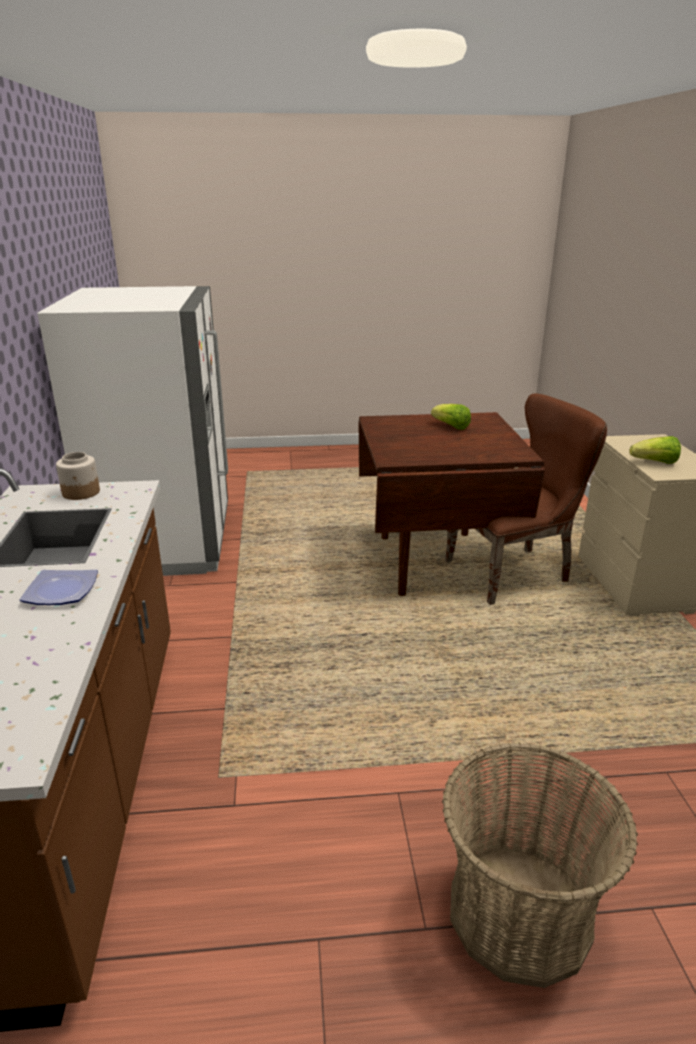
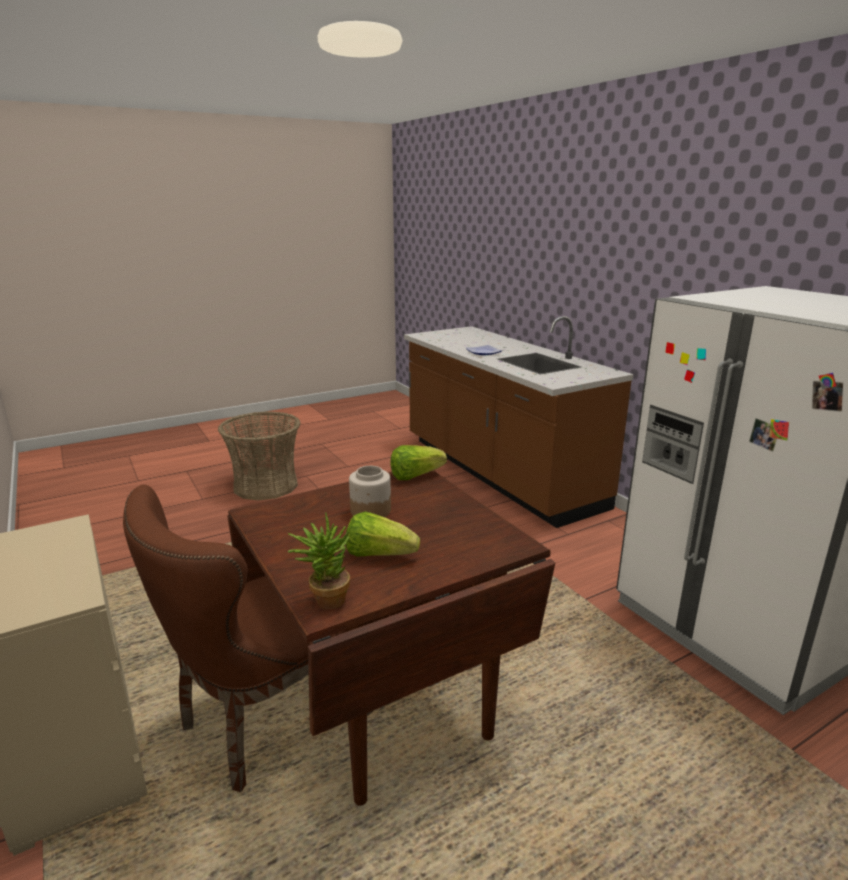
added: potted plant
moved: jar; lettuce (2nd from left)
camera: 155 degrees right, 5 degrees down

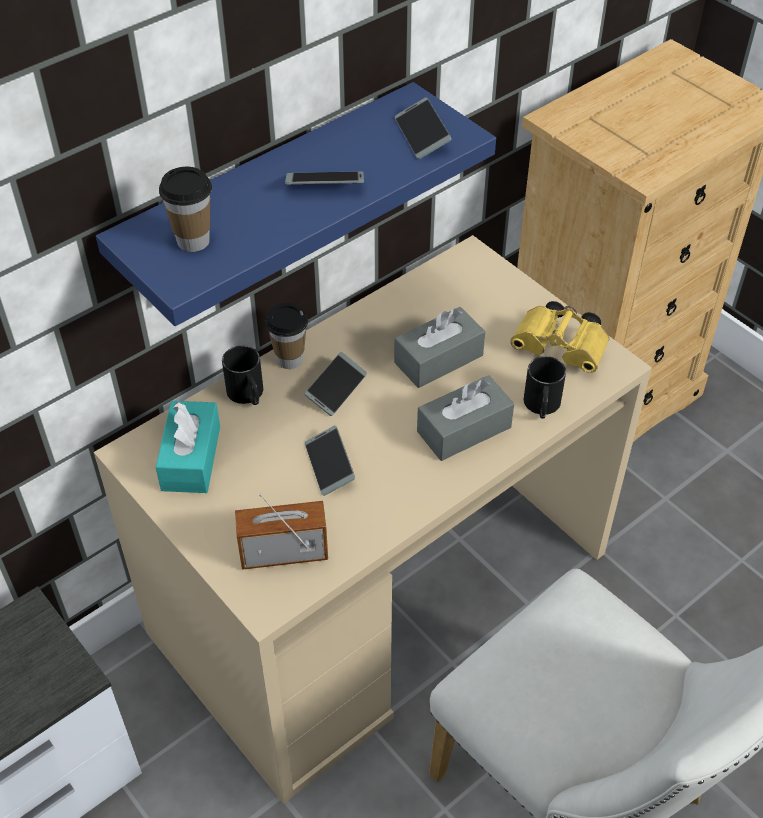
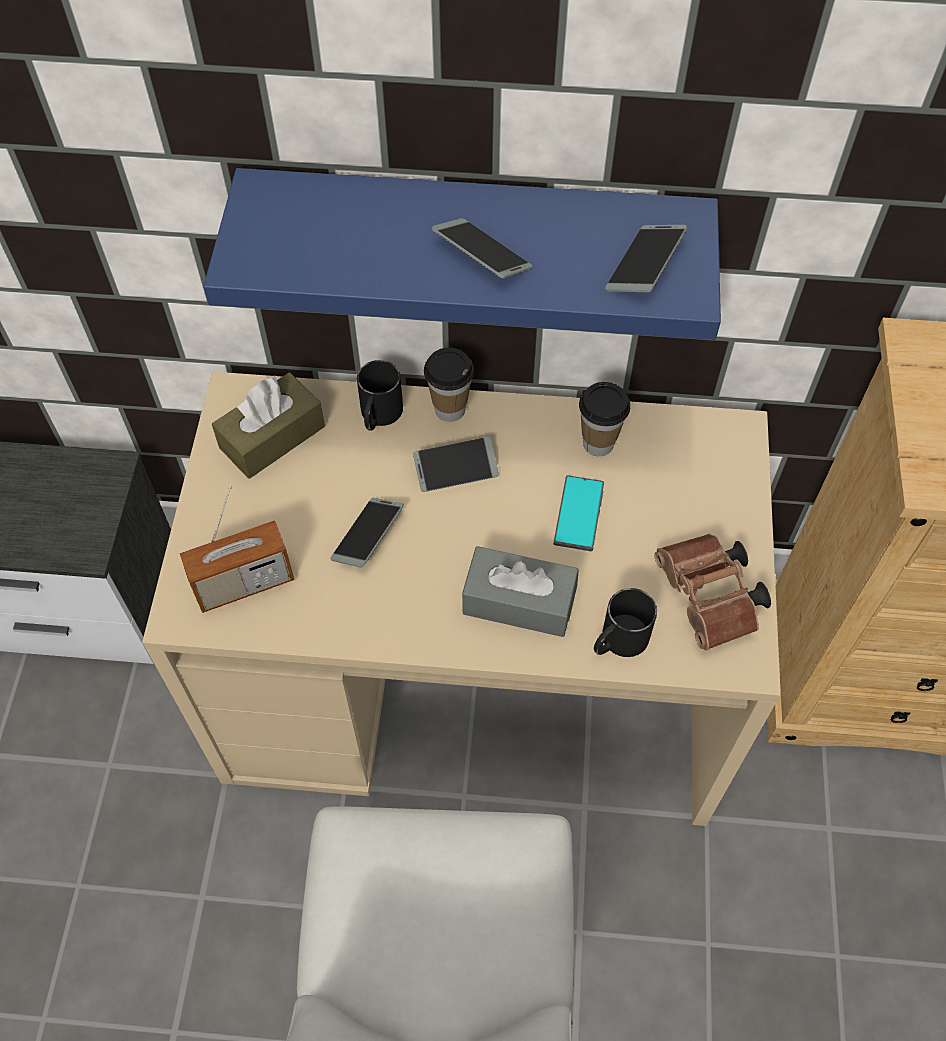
moved: cup (1st from left in the first image) to cup (2nd from left)
replaced: grey tissue box (1st from left) to phone (4th from left)
recoloured: turquoise tissue box to brown tissue box; yellow binoculars to brown binoculars
turned: radio 120 degrees clockwise
camera: 45 degrees right, 10 degrees up

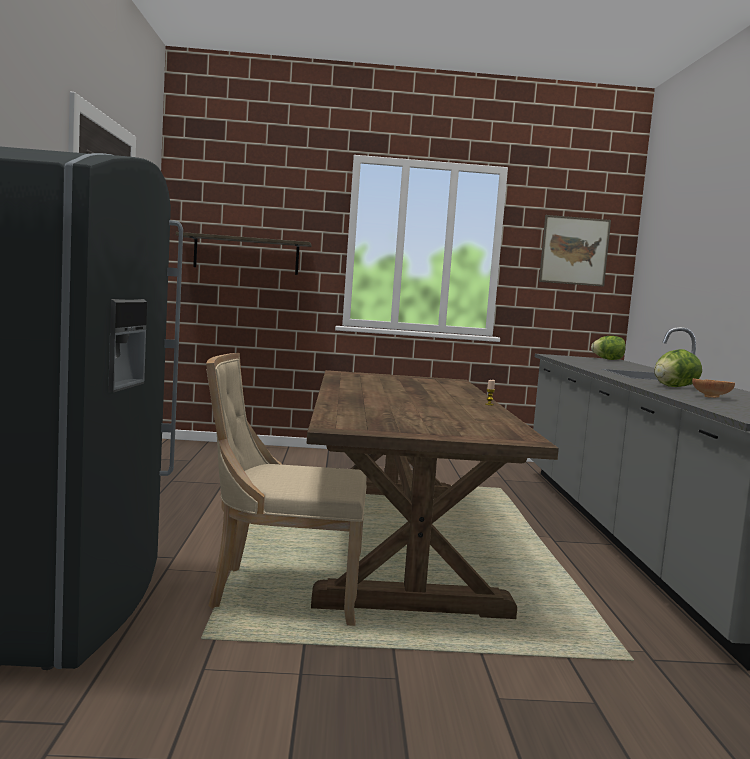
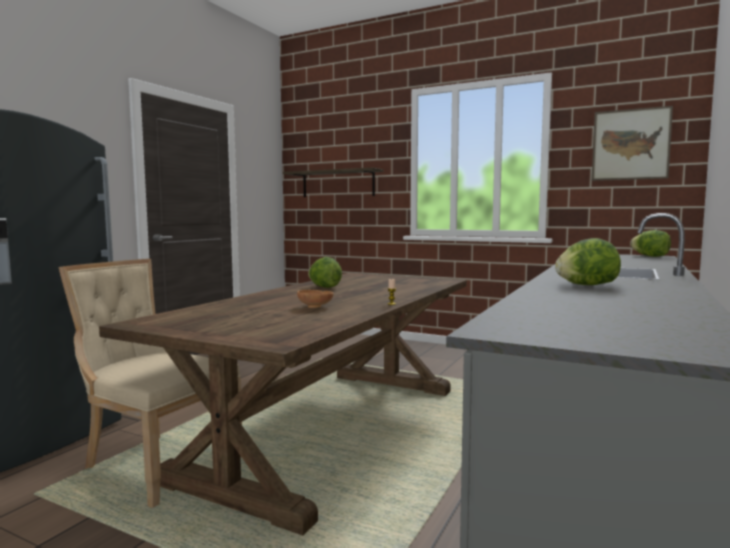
added: lettuce (1st from left)
moved: brown bowl
camera: 30 degrees right, 0 degrees up

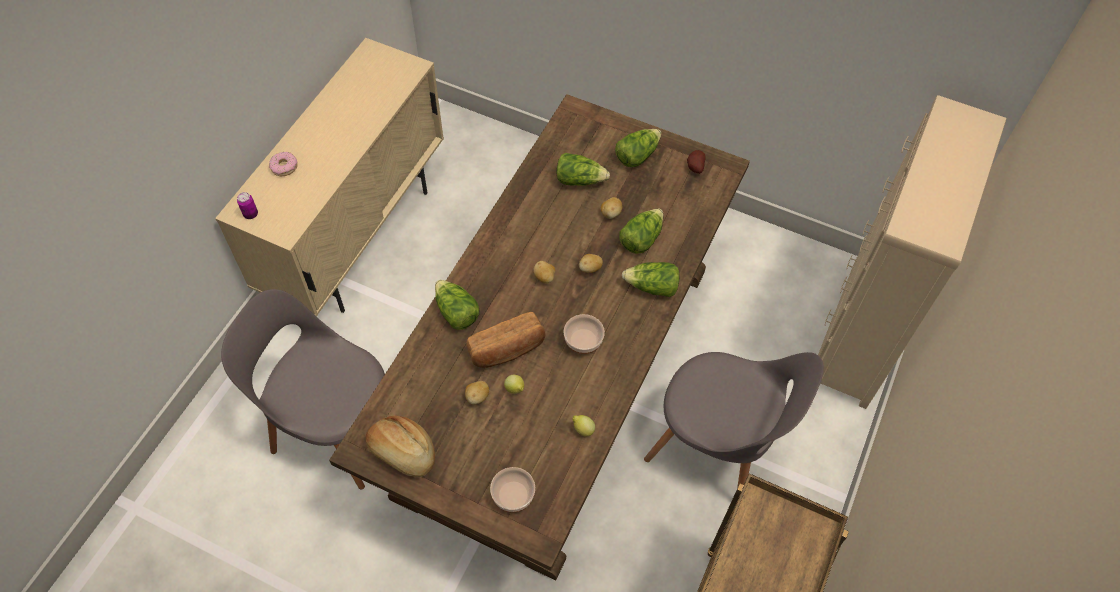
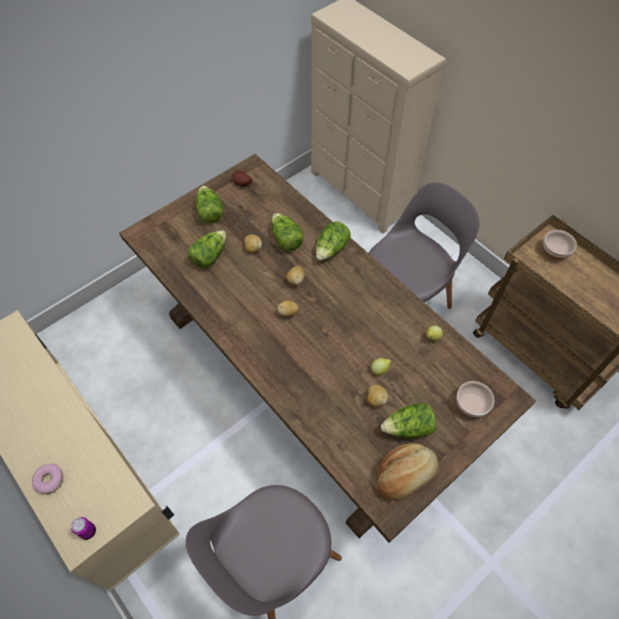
removed: bread (2nd from left)
moved: lettuce (1st from left in the first image) to lettuce (5th from left); bowl (2nd from left)
camera: 65 degrees left, 0 degrees up

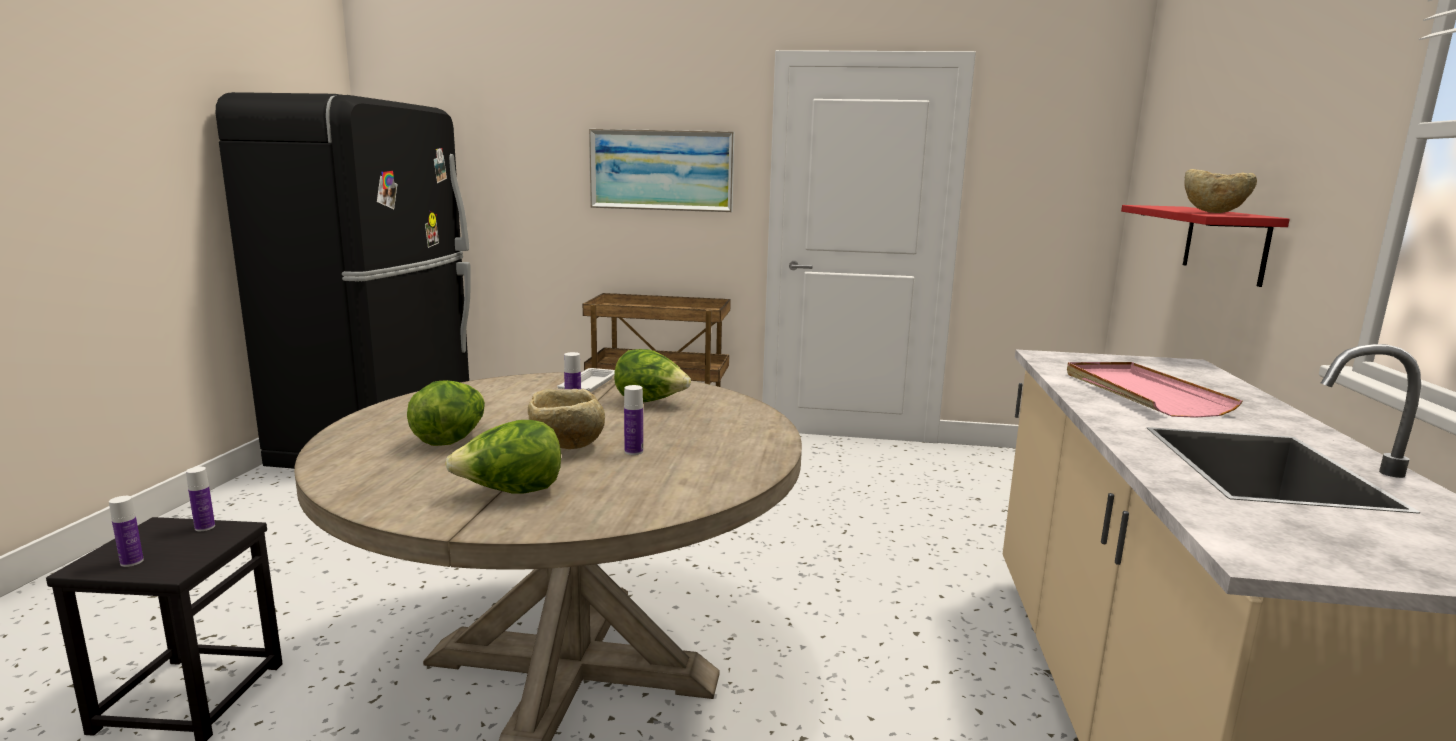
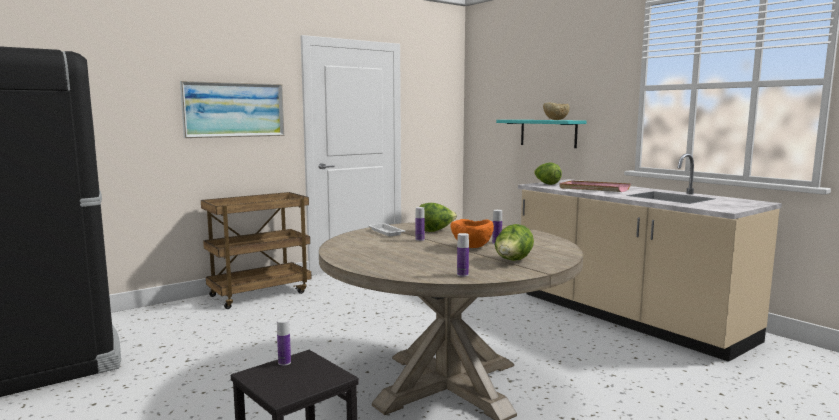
moved: bottle (1st from left in the first image) to bottle (3rd from left); lettuce (1st from left in the first image) to lettuce (3rd from left)
recoloured: beige bowl (1st from left) to orange bowl; red shelf to turquoise shelf
camera: 45 degrees left, 5 degrees down

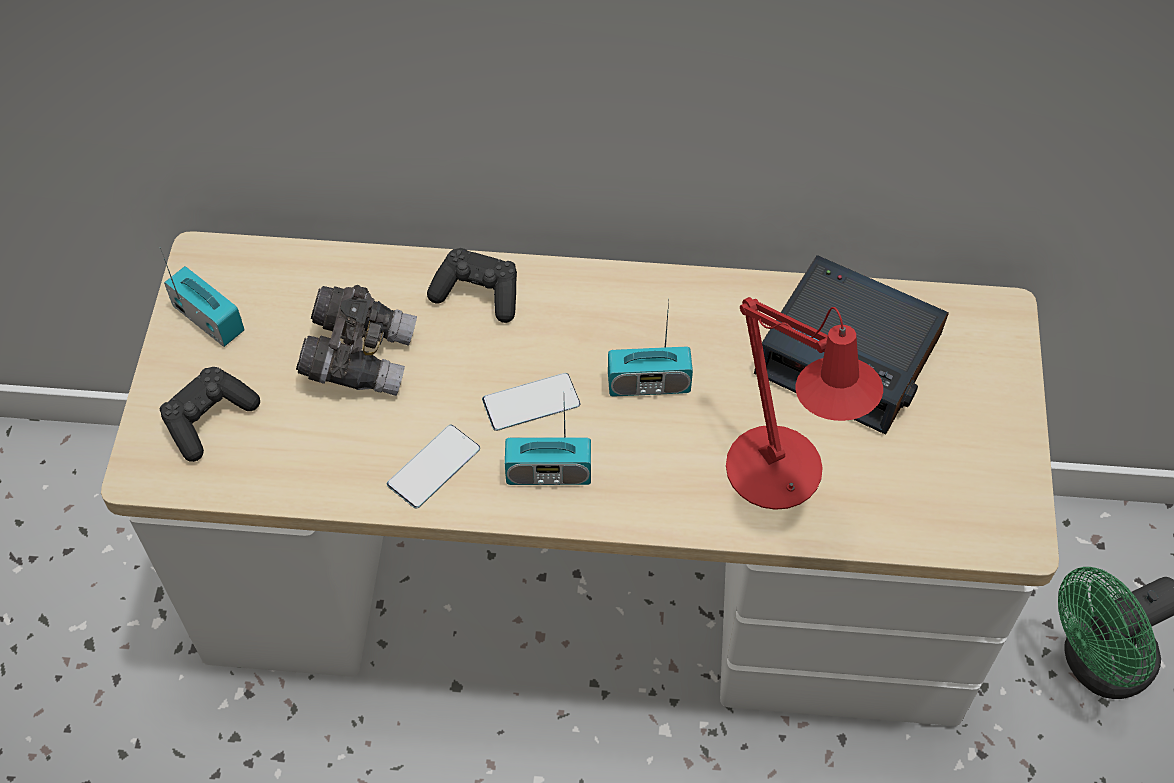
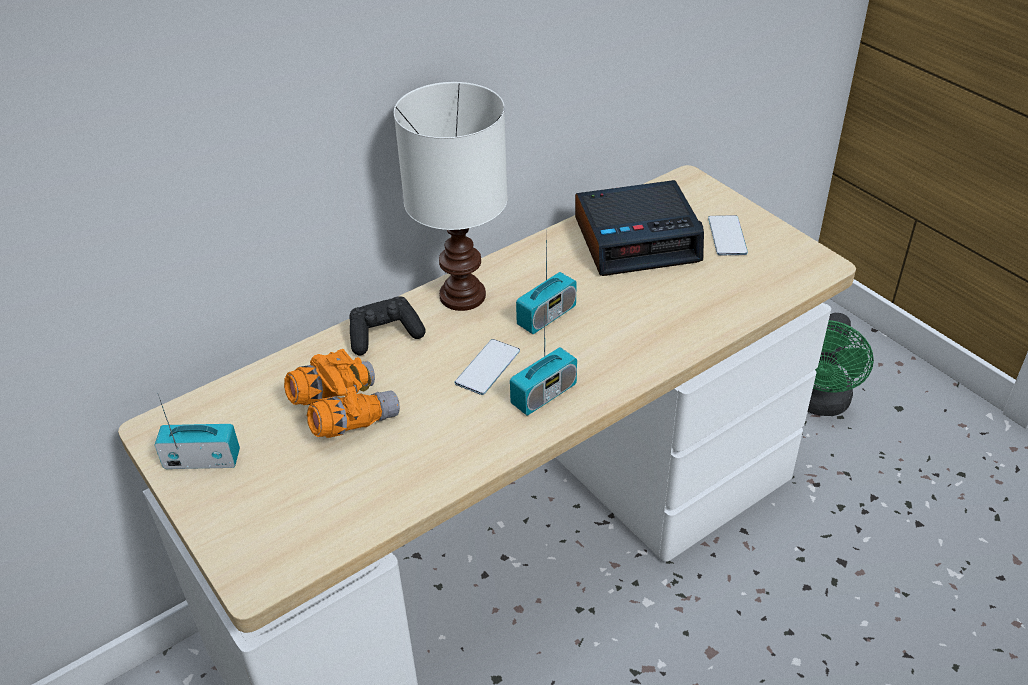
removed: black game controller (1st from left); red table lamp
added: white table lamp
moved: phone (1st from left in the first image) to phone (2nd from left)
recoloured: grey binoculars to orange binoculars
camera: 40 degrees left, 15 degrees down

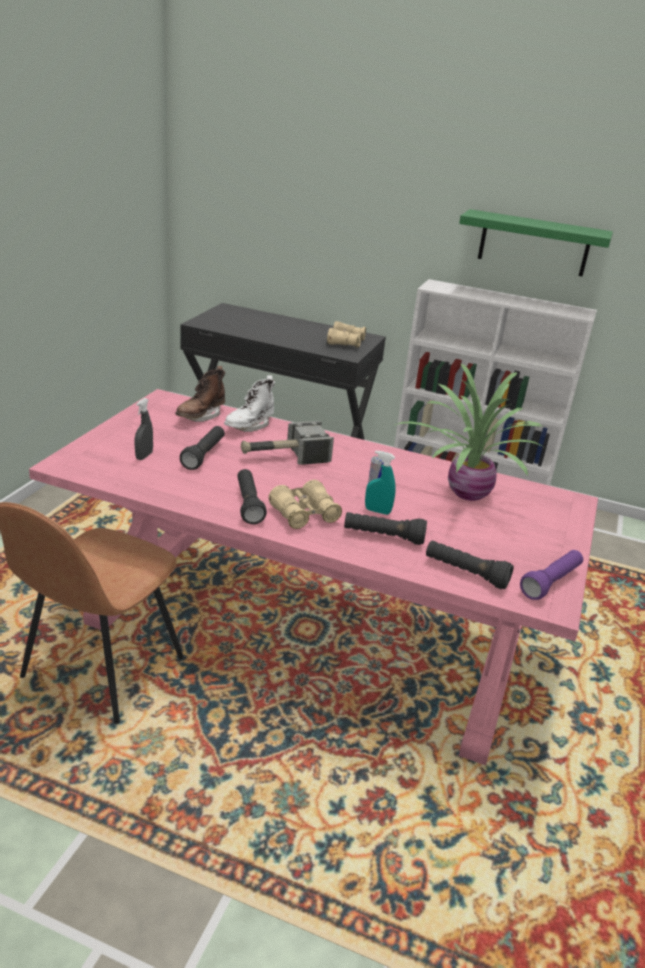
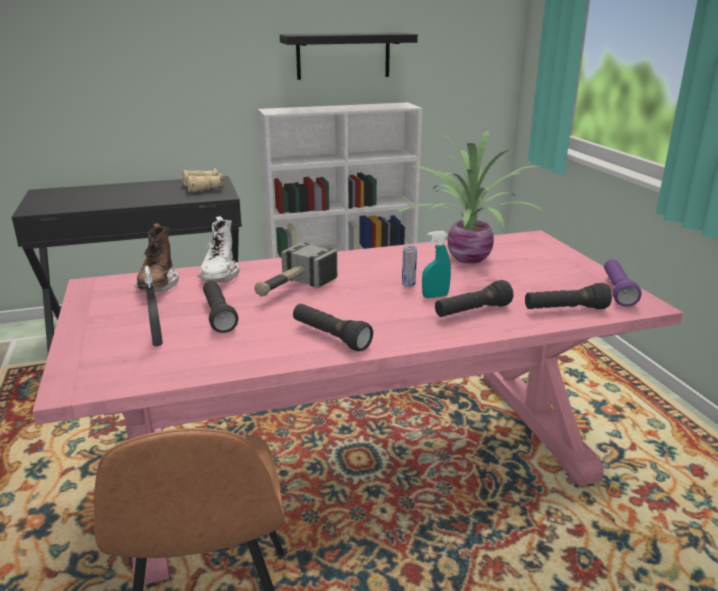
removed: beige binoculars (1st from left)
recoloured: green shelf to black shelf
camera: 35 degrees left, 5 degrees down

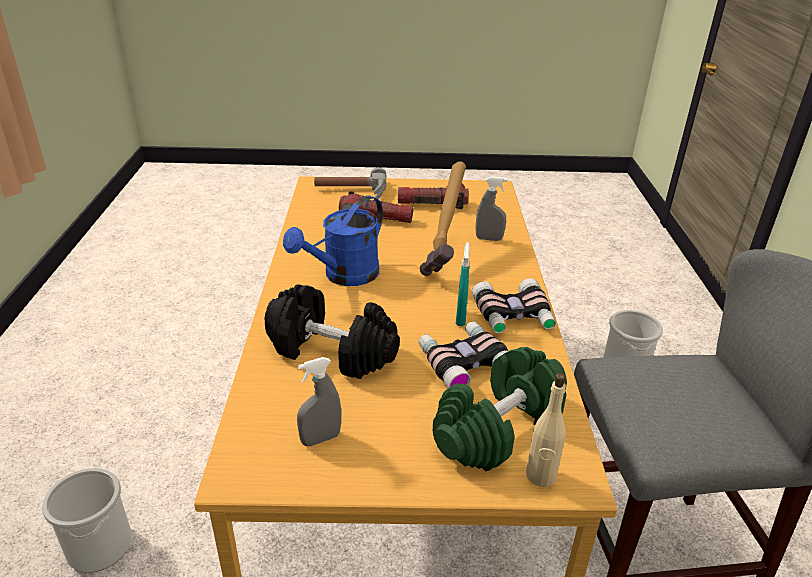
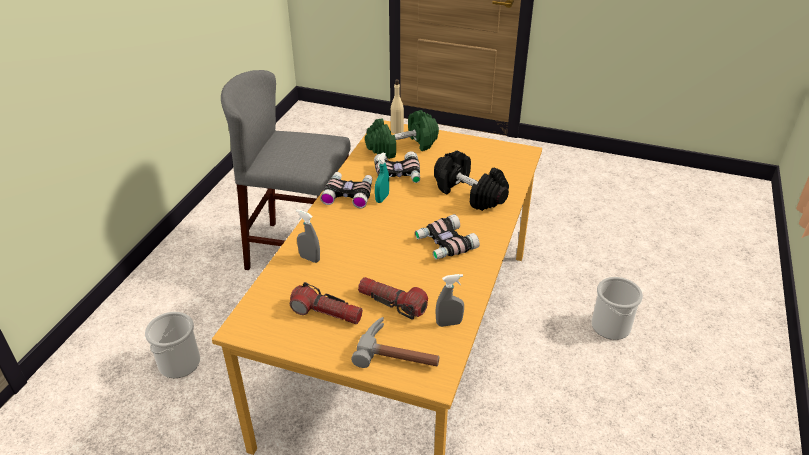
removed: hammer (2nd from left)
moved: grey spray bottle (1st from left in the first image) to grey spray bottle (2nd from left)
replaced: blue watering can to binoculars (3rd from left)
camera: 160 degrees left, 5 degrees up

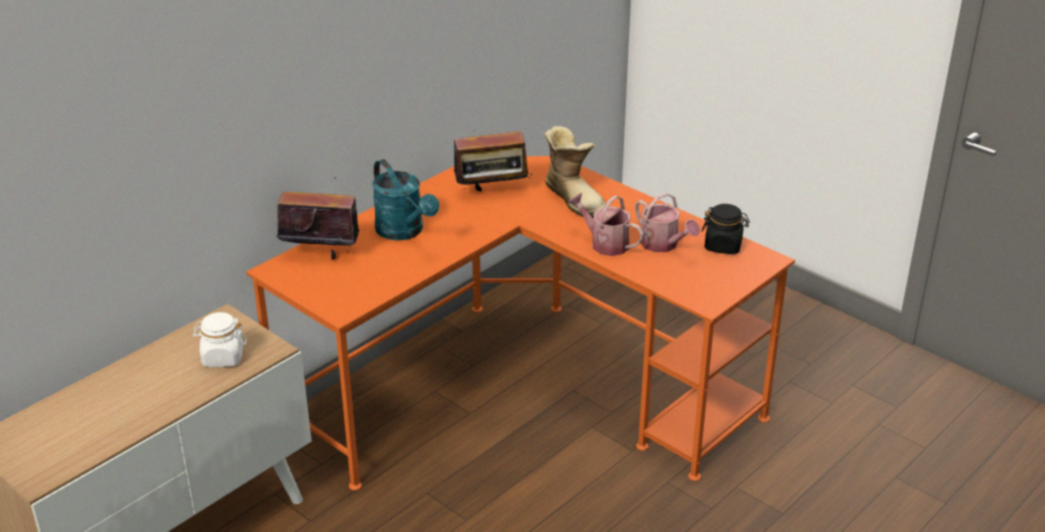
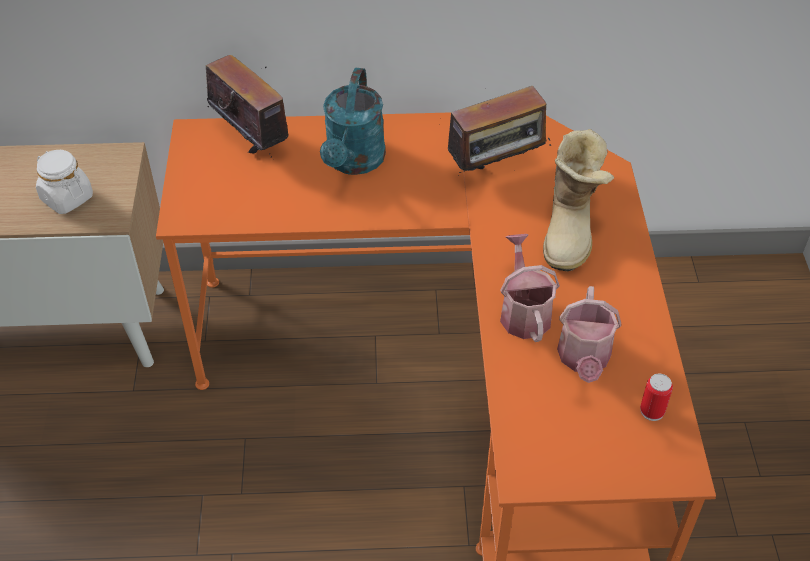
replaced: black jar to can
turned: radio (2nd from left) 60 degrees counterclockwise
camera: 45 degrees right, 15 degrees up

